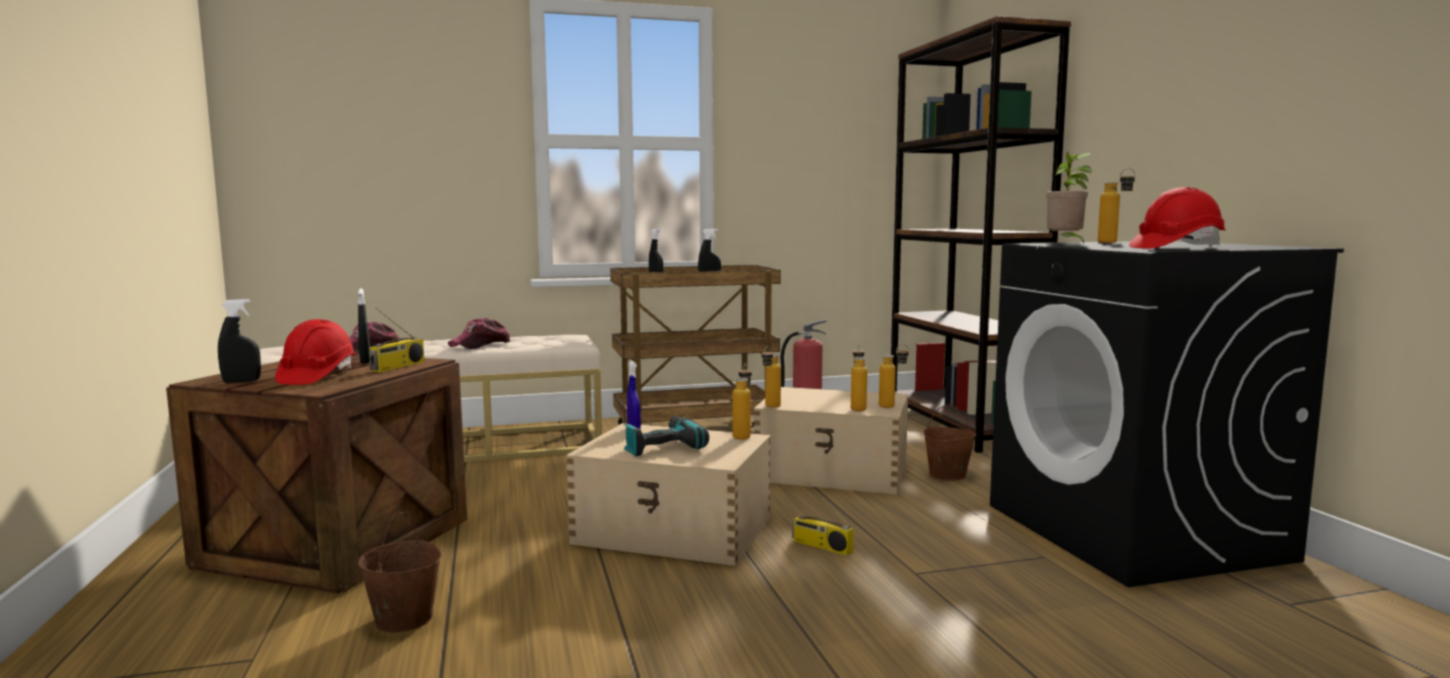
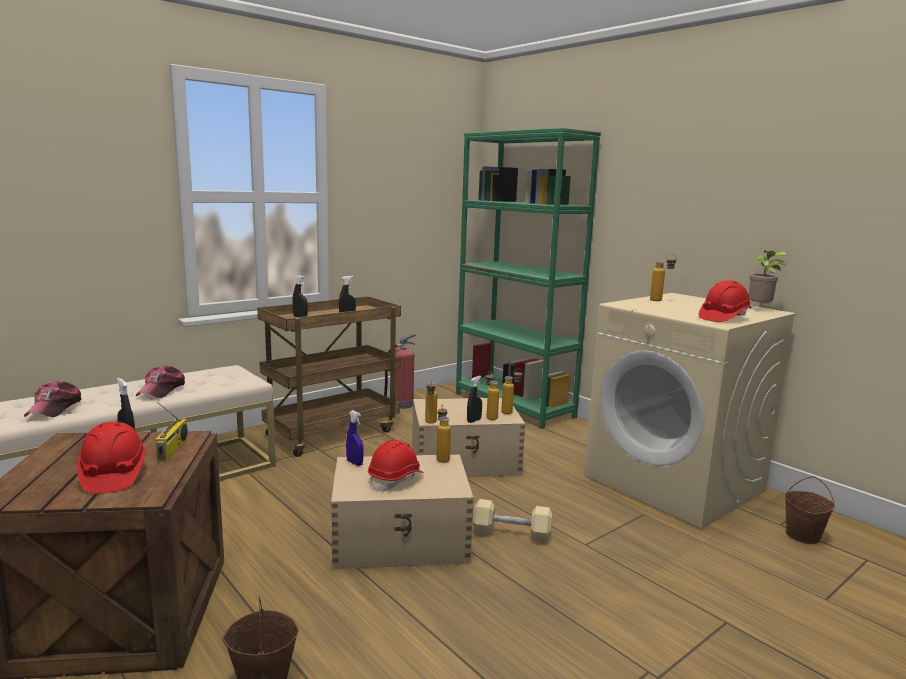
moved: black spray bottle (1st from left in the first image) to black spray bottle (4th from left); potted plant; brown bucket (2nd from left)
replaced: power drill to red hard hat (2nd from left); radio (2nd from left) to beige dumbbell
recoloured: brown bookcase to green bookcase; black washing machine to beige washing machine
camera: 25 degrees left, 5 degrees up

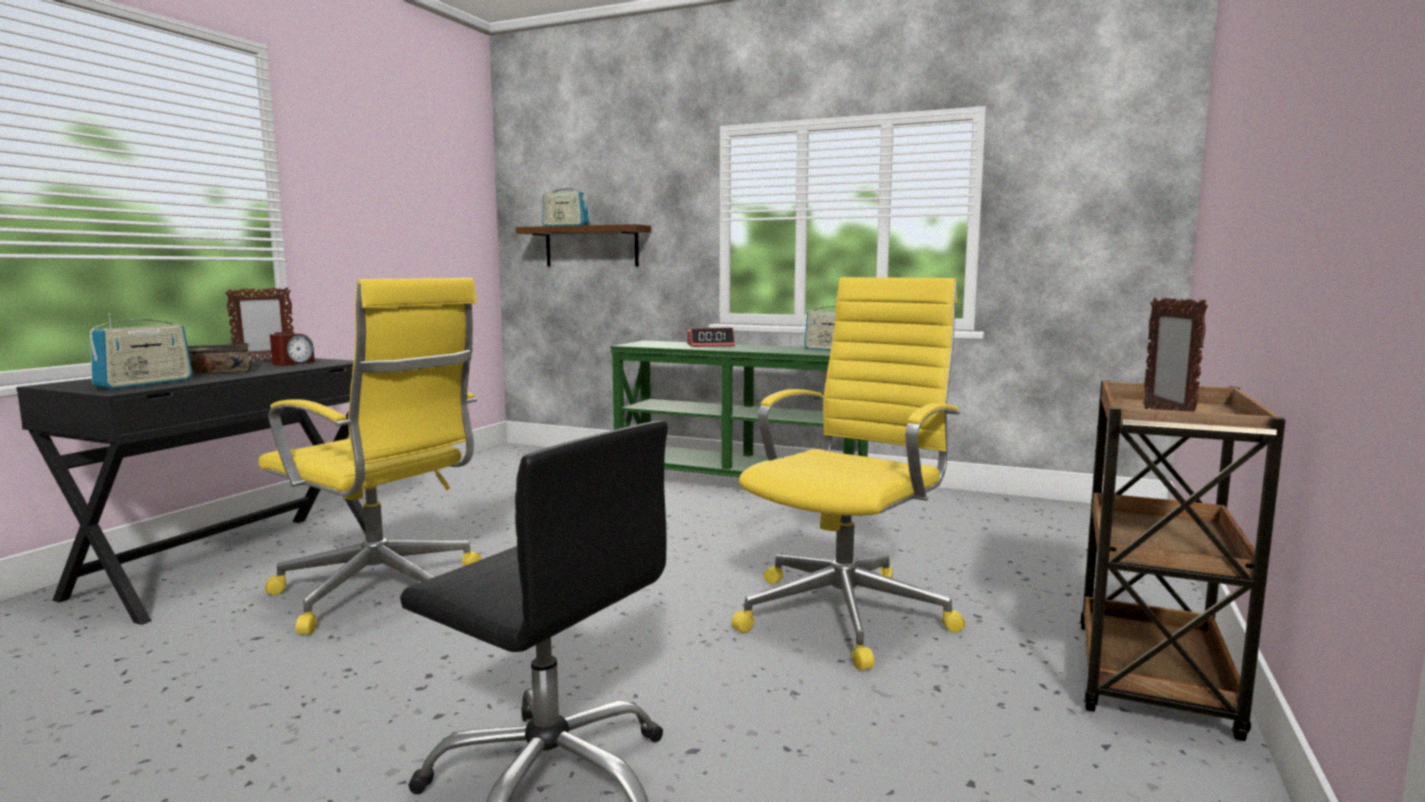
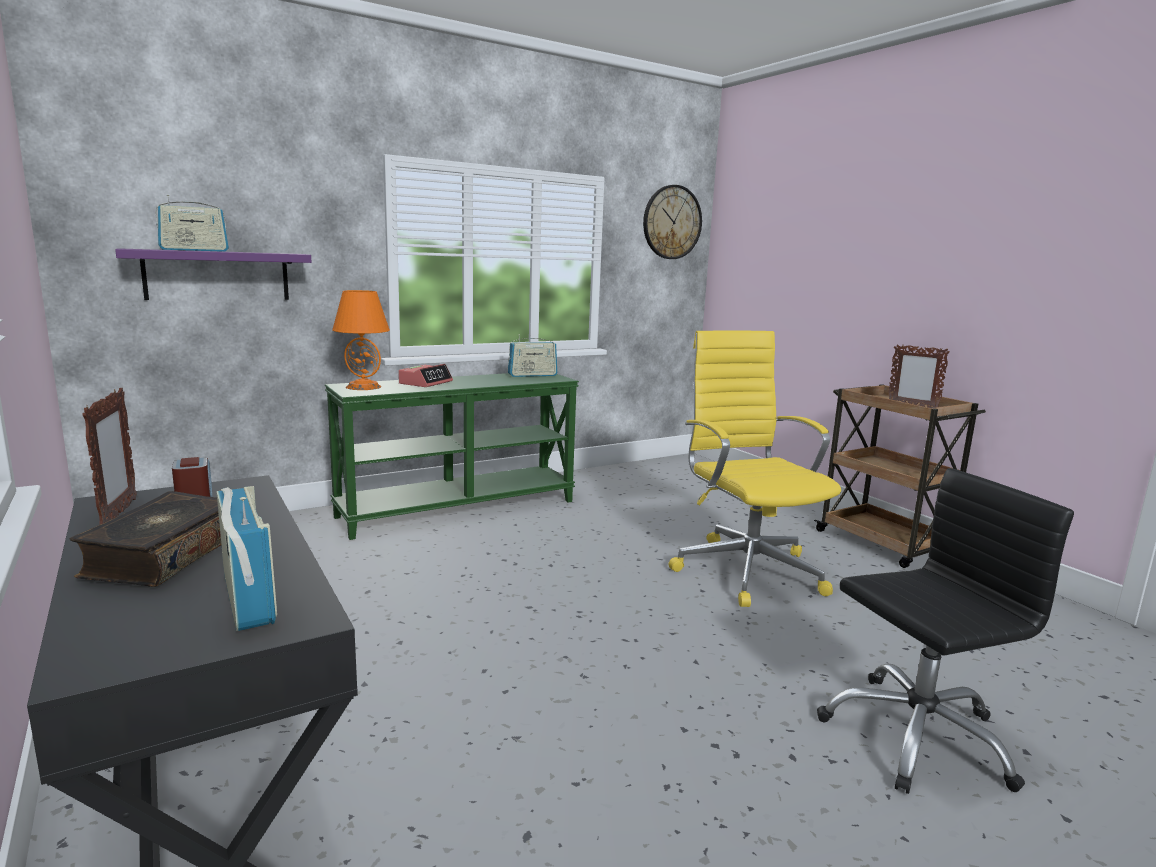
removed: yellow office chair (1st from left)
added: orange table lamp; wall clock
recoloured: brown shelf to purple shelf
camera: 55 degrees left, 5 degrees up

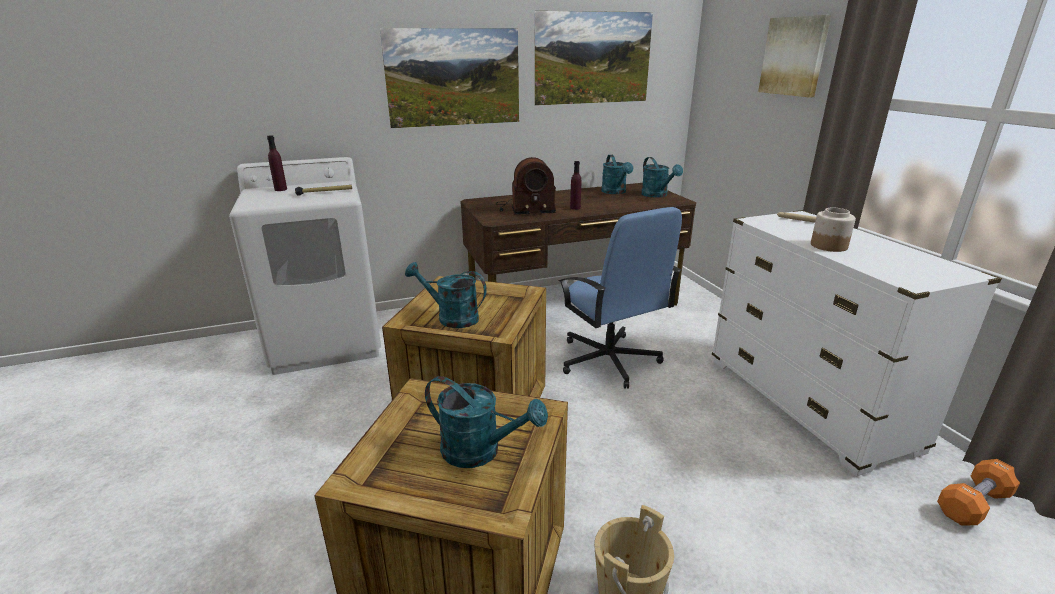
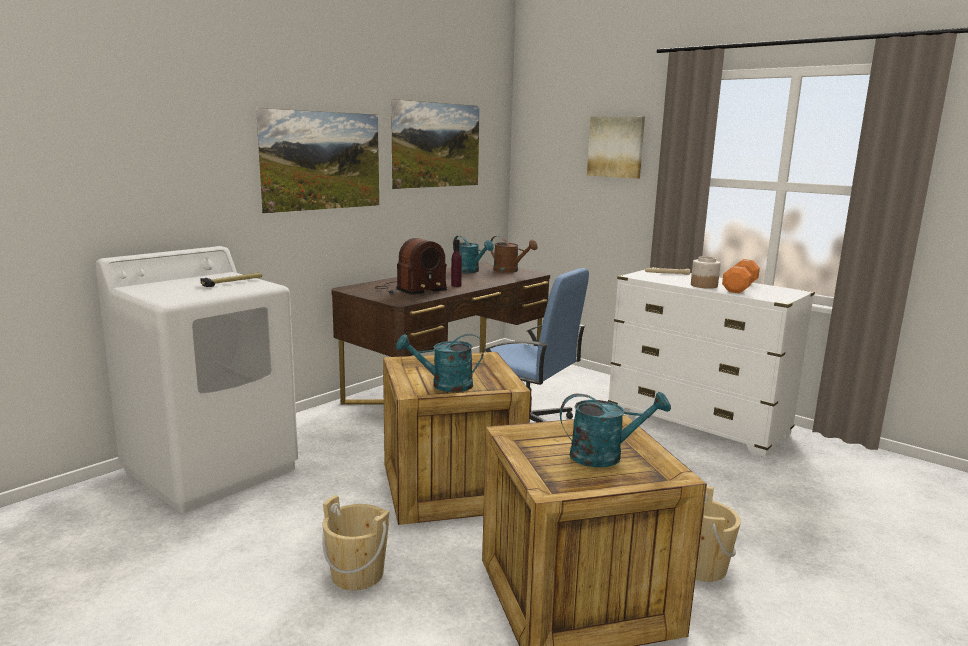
removed: purple bottle (1st from left)
added: beige bucket (1st from left)
moved: orange dumbbell
recoloured: turquoise watering can (4th from left) to brown watering can
camera: 30 degrees left, 10 degrees down

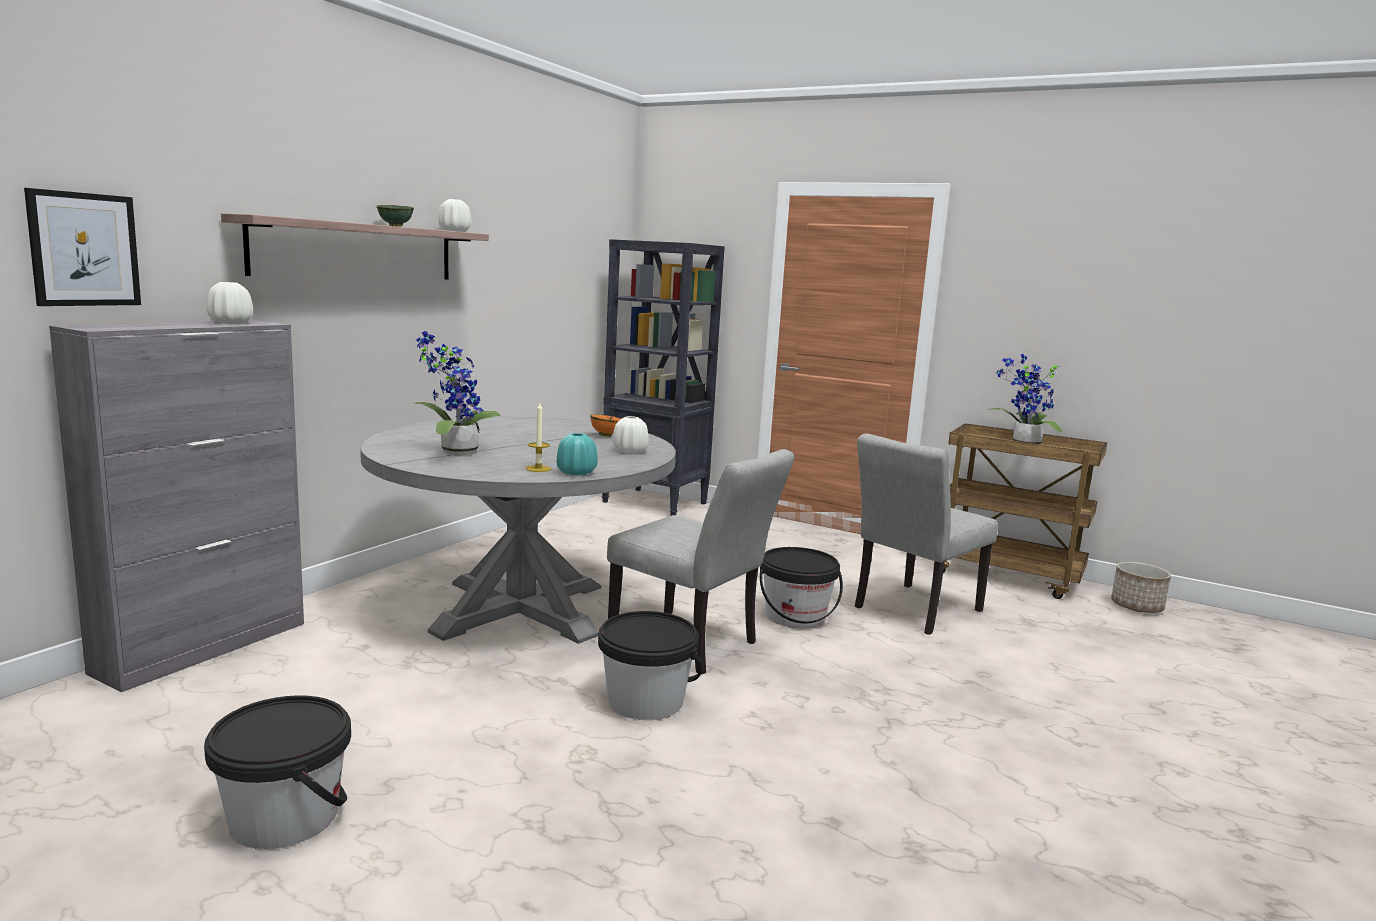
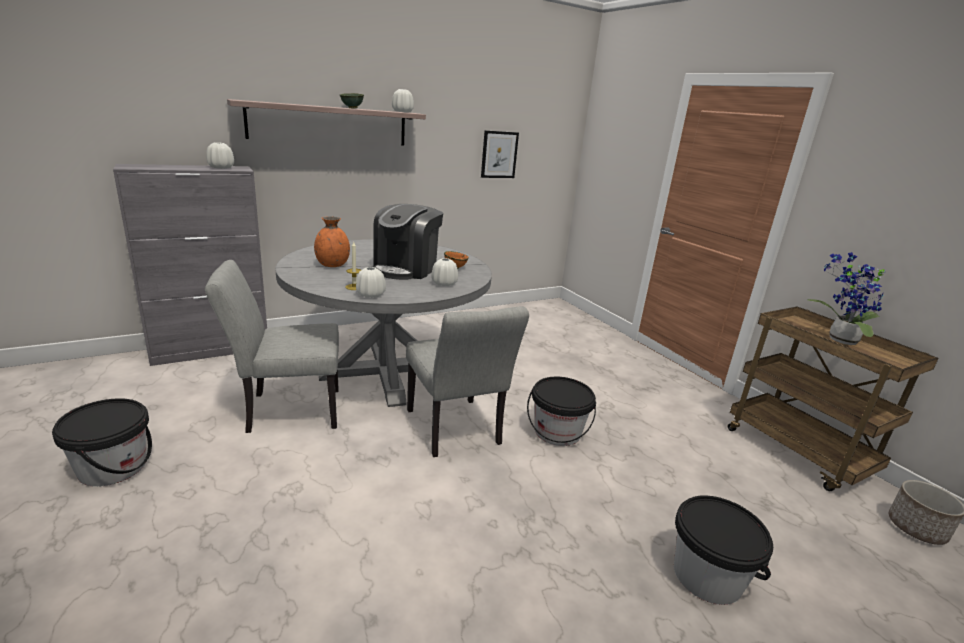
removed: black bookcase
added: coffee machine
moved: grey chair (2nd from left in the first image) to grey chair (1st from left); picture; black bucket (2nd from left in the first image) to black bucket (3rd from left)
replaced: potted plant (1st from left) to orange vase
recoloured: turquoise vase to white vase (2nd from left)
camera: 30 degrees right, 10 degrees up

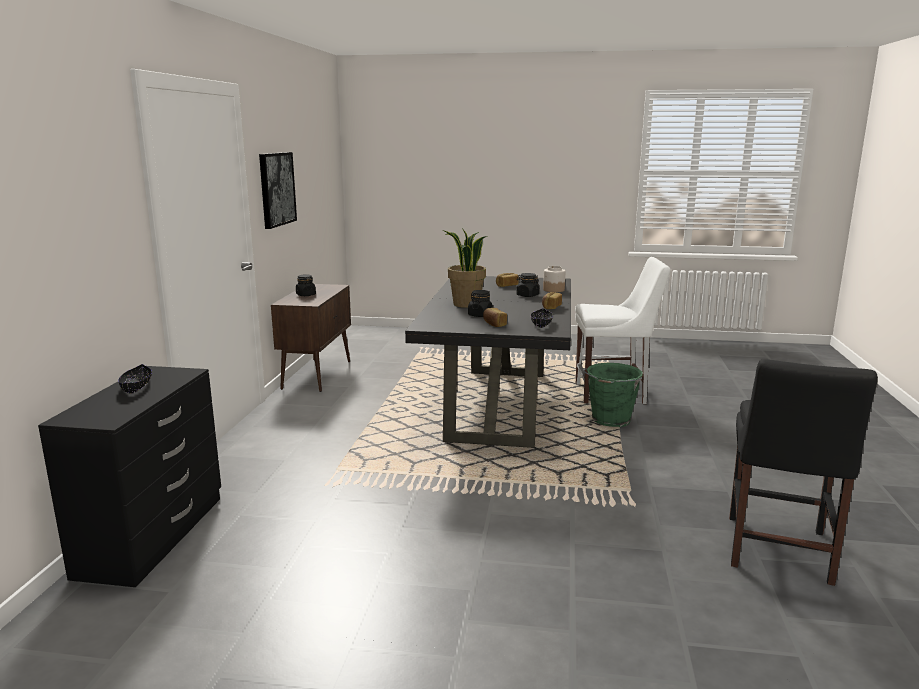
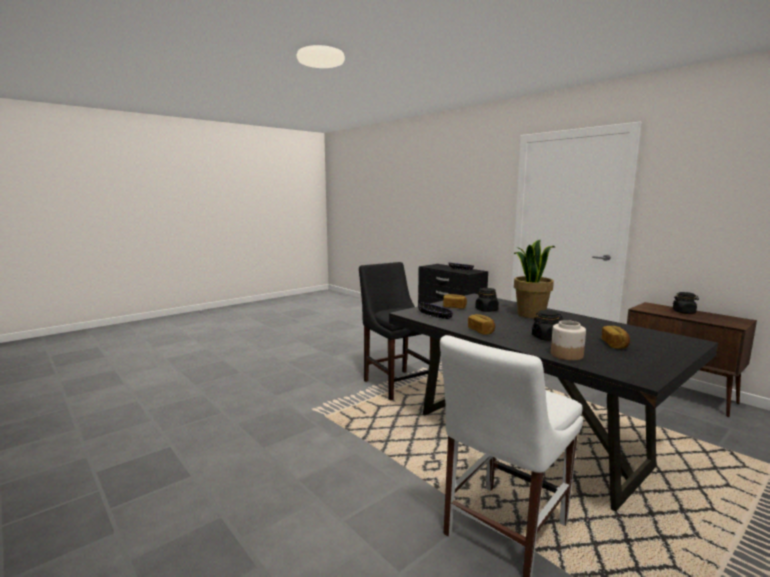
removed: picture; green bucket
moved: black chair
camera: 130 degrees right, 5 degrees down

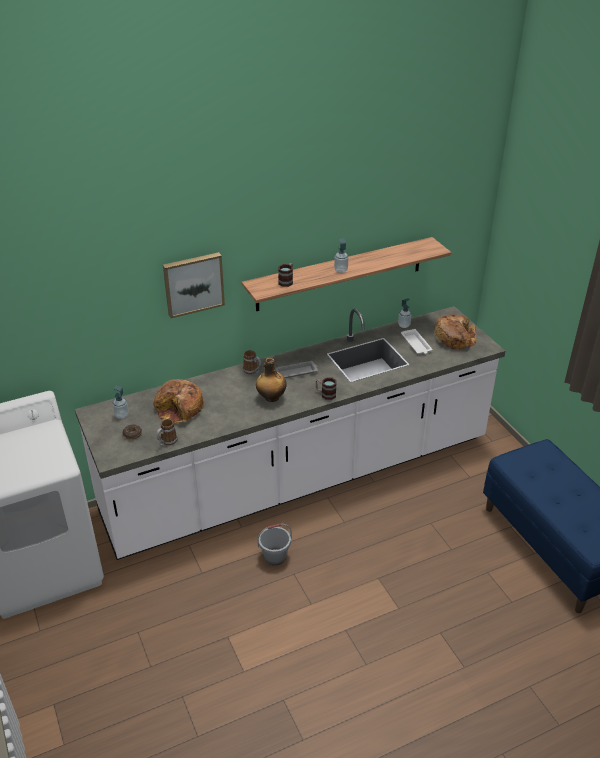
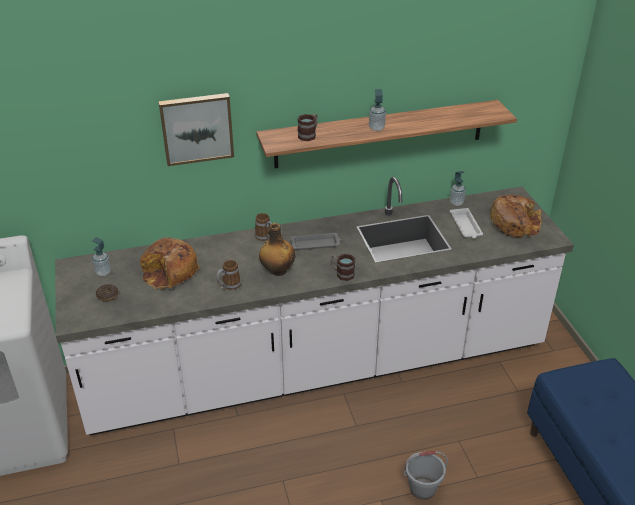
moved: mug (1st from left); grey bucket
camera: 10 degrees right, 0 degrees up

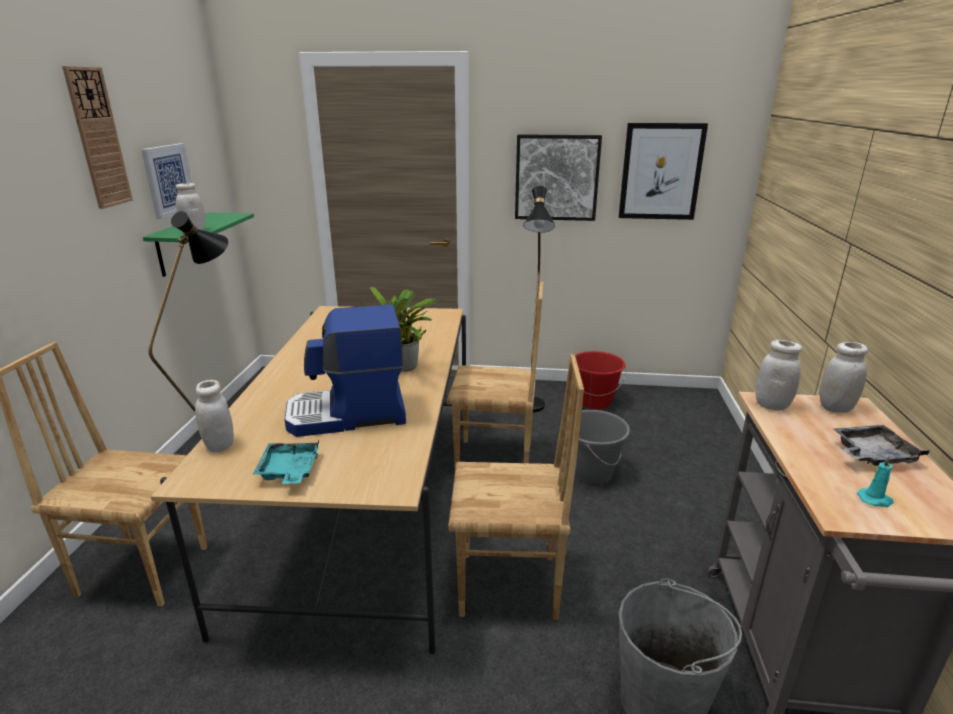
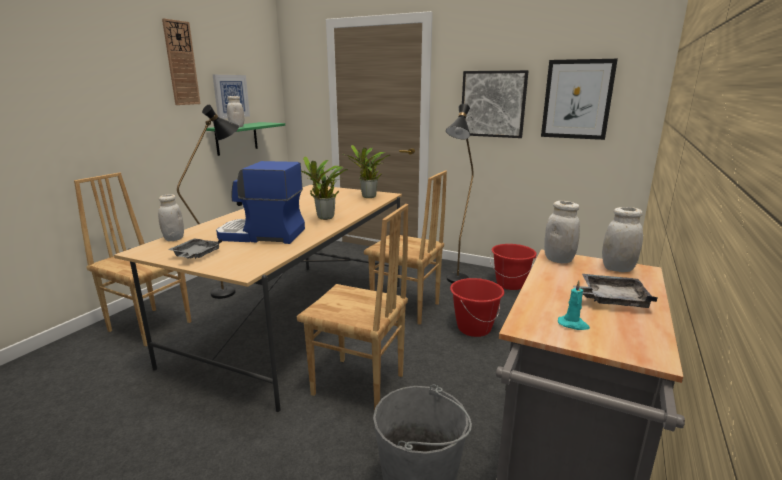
added: potted plant (2nd from left)
recoloured: turquoise tray to grey tray (1st from left); grey bucket (1st from left) to red bucket (1st from left)
camera: 20 degrees right, 5 degrees down

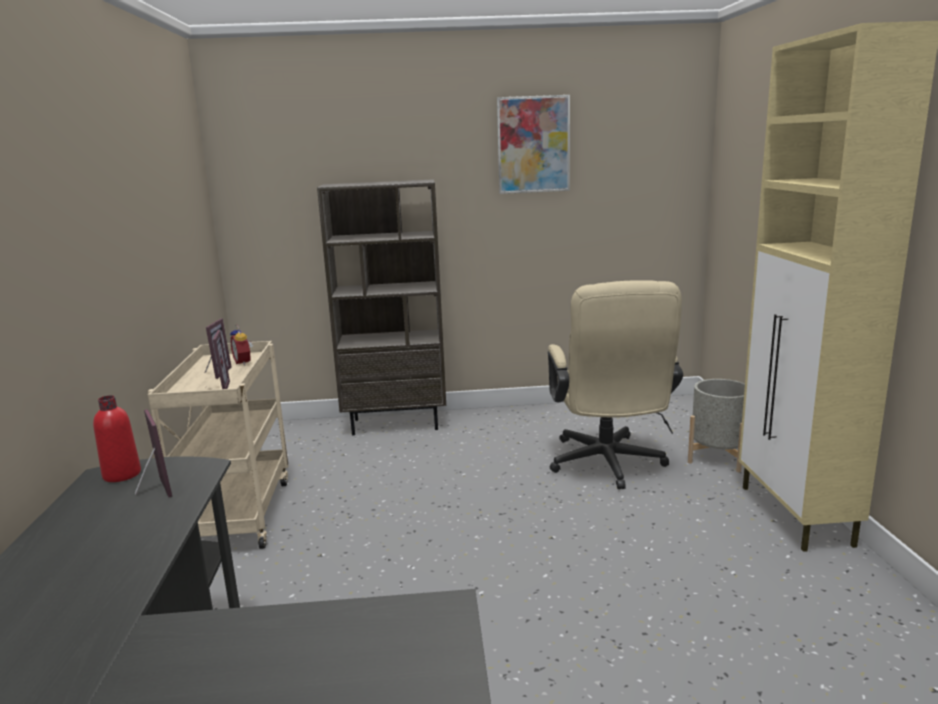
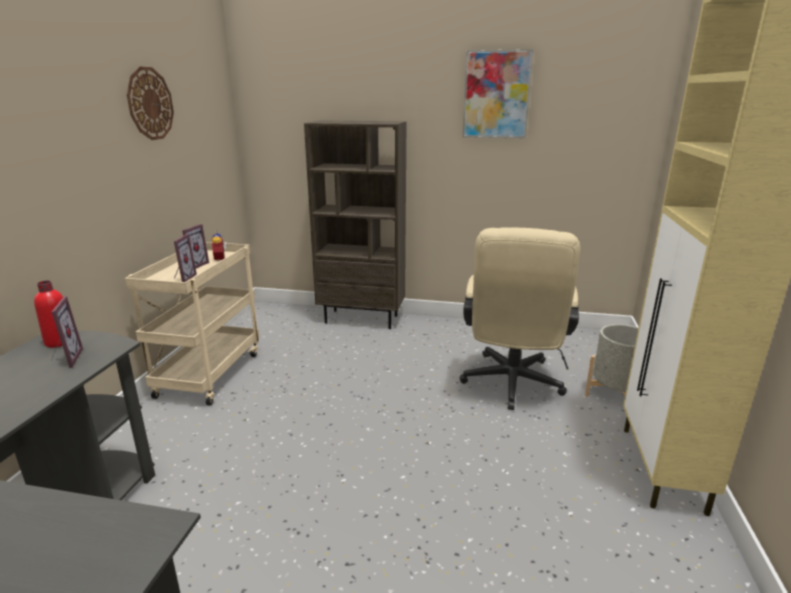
added: wall clock
camera: 15 degrees right, 5 degrees up

